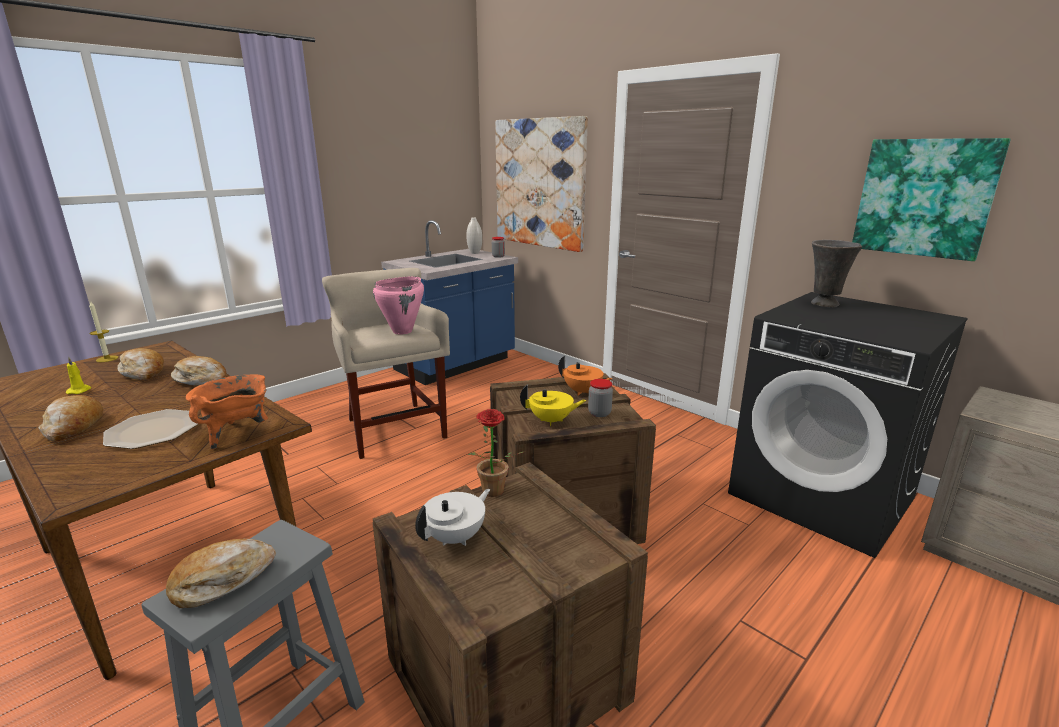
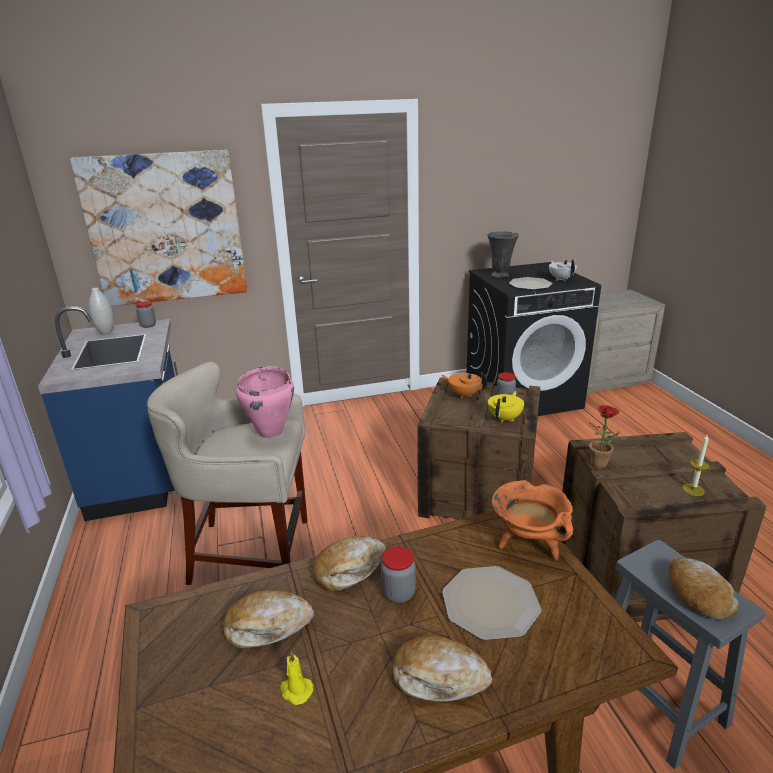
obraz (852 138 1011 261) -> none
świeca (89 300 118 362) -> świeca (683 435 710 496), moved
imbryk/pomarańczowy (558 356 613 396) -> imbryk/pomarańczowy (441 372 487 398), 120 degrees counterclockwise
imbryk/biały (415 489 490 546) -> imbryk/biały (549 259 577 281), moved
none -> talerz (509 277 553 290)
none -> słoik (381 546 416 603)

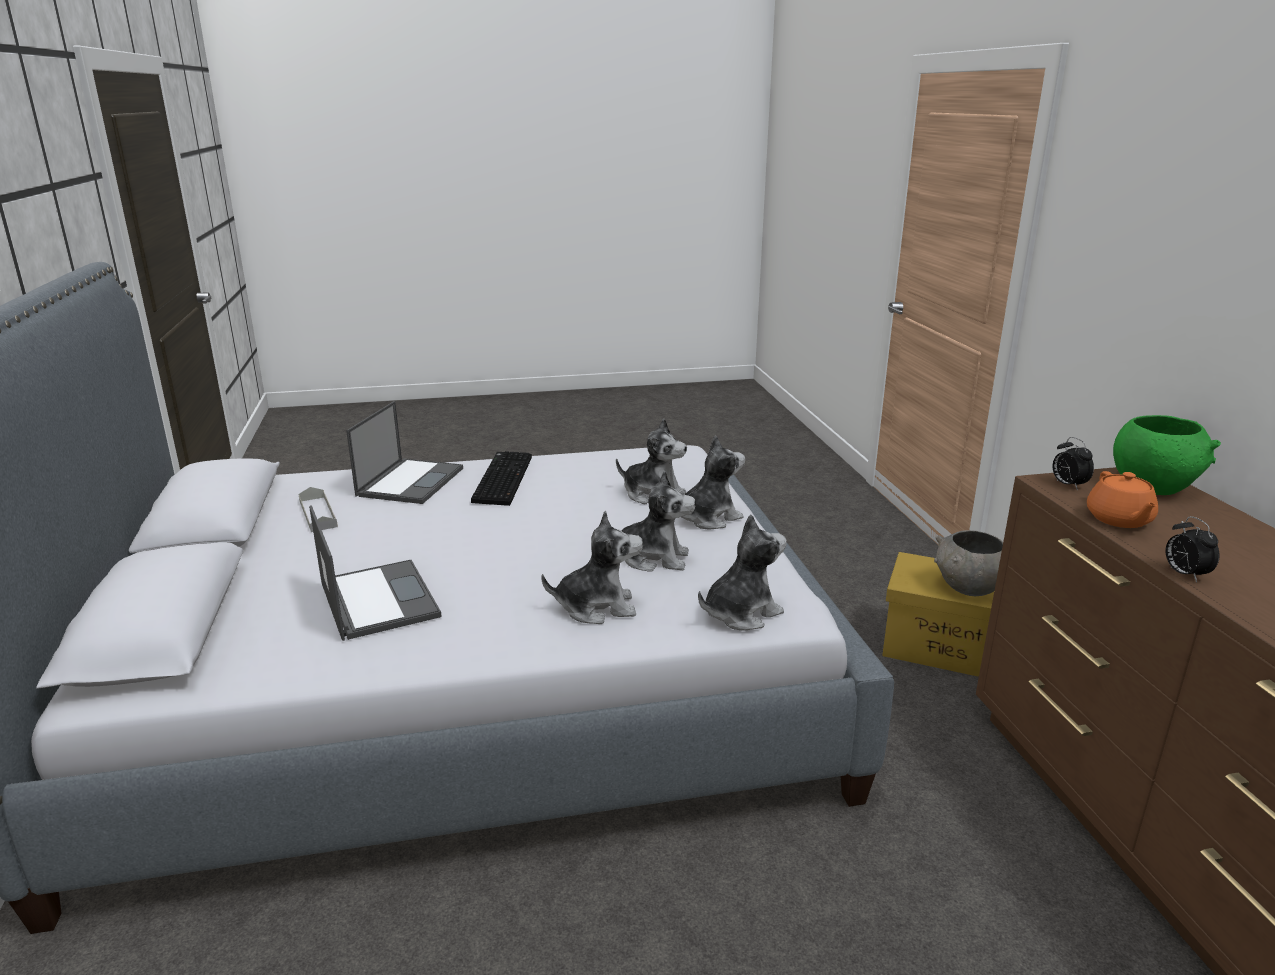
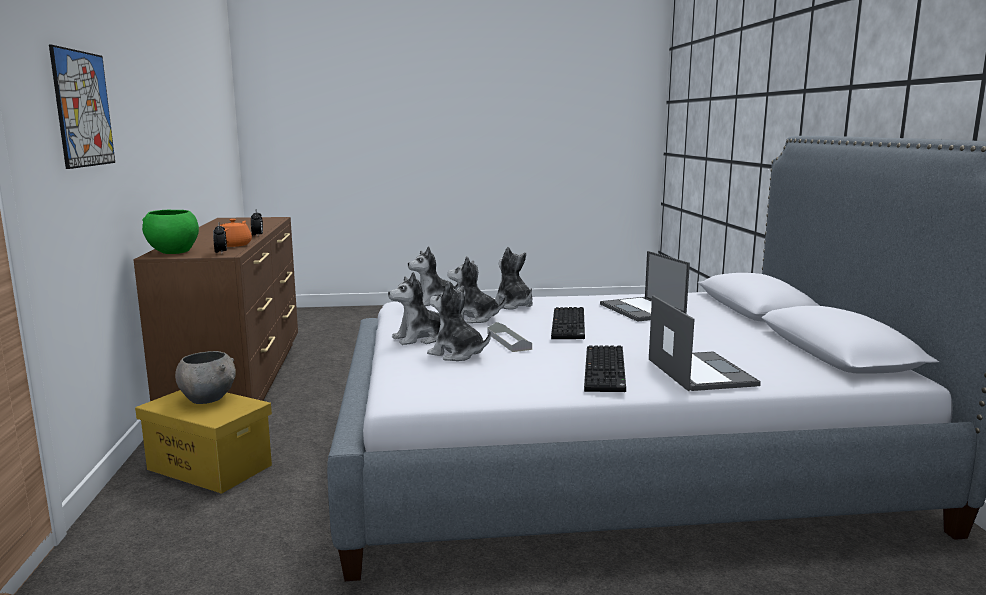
laptop (346 401 463 504) -> laptop (649 295 761 391), 150 degrees clockwise
taca/szary (298 487 338 532) -> taca/szary (487 322 532 352), moved
pluszak (541 511 643 624) -> pluszak (495 247 533 310), 60 degrees clockwise
none -> obraz (49 45 115 169)
none -> klawiatura (551 307 585 339)

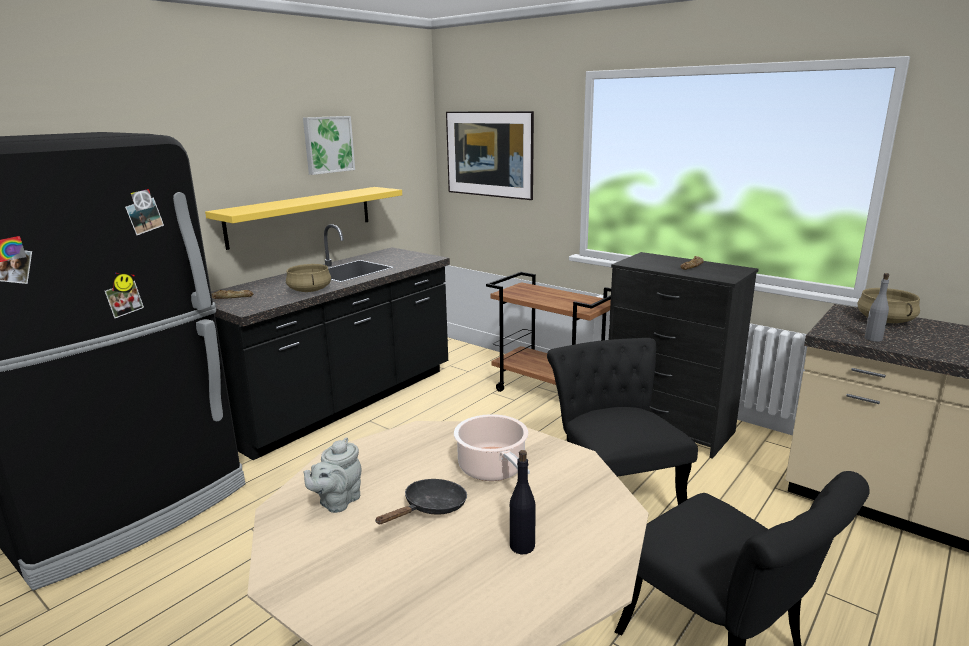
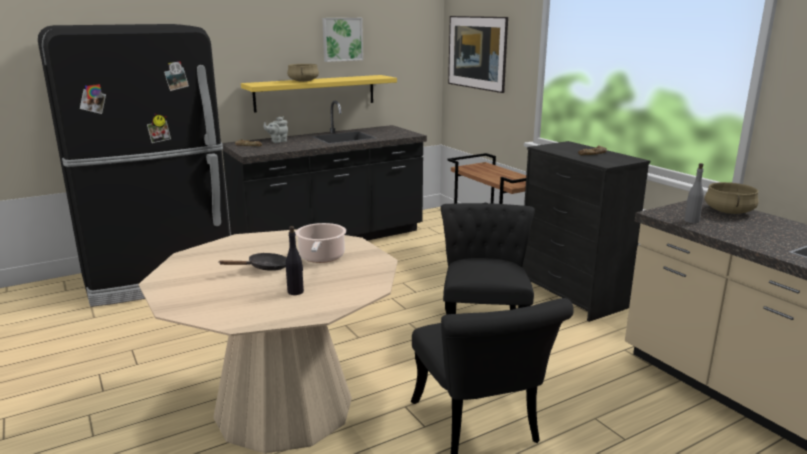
garnek/beżowy (286 264 331 292) -> garnek/beżowy (287 64 319 82), moved
imbryk/szary (303 437 361 513) -> imbryk/szary (264 117 288 143), moved

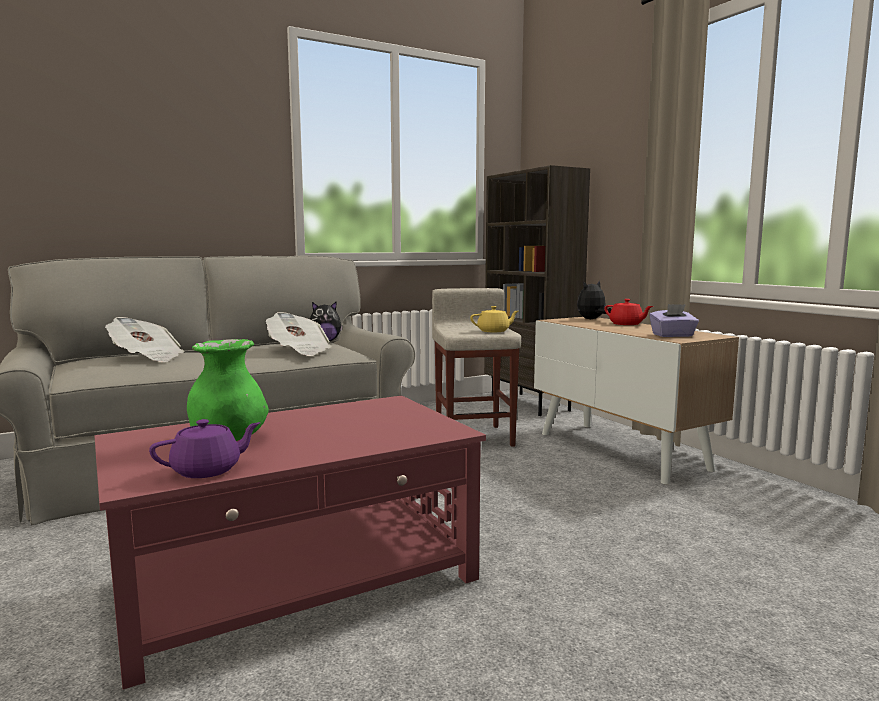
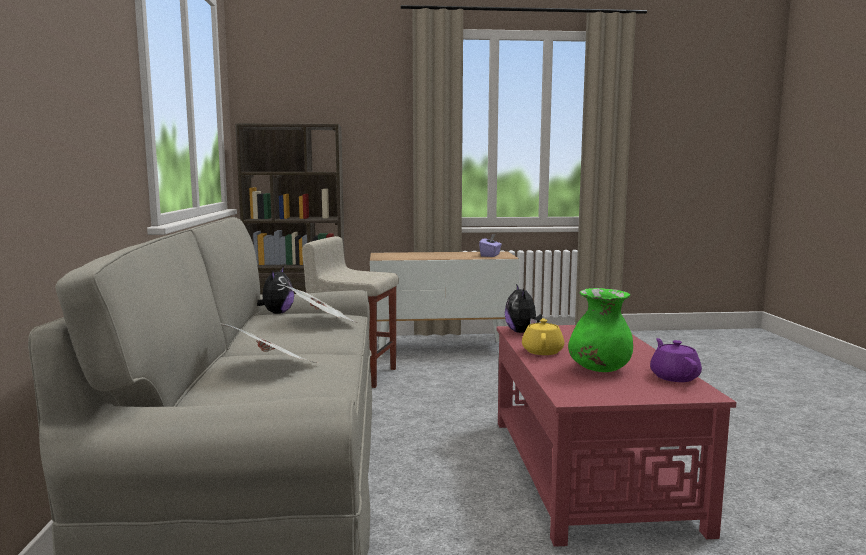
pluszak (577 281 612 319) -> pluszak (505 284 542 333), moved
imbryk/czerwony (605 299 653 325) -> none
imbryk/żółty (470 306 518 332) -> imbryk/żółty (522 318 564 355), moved

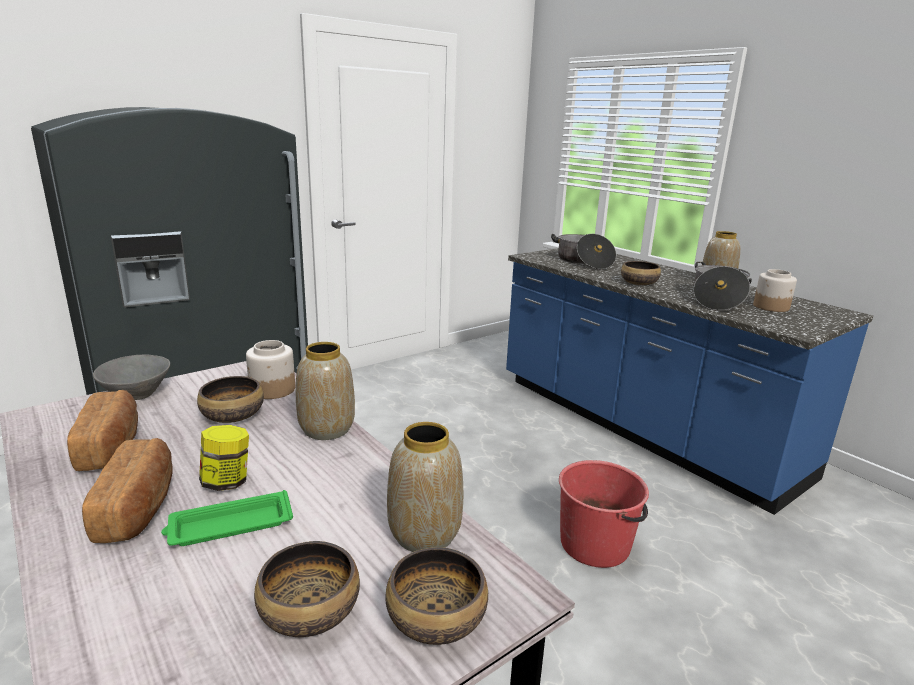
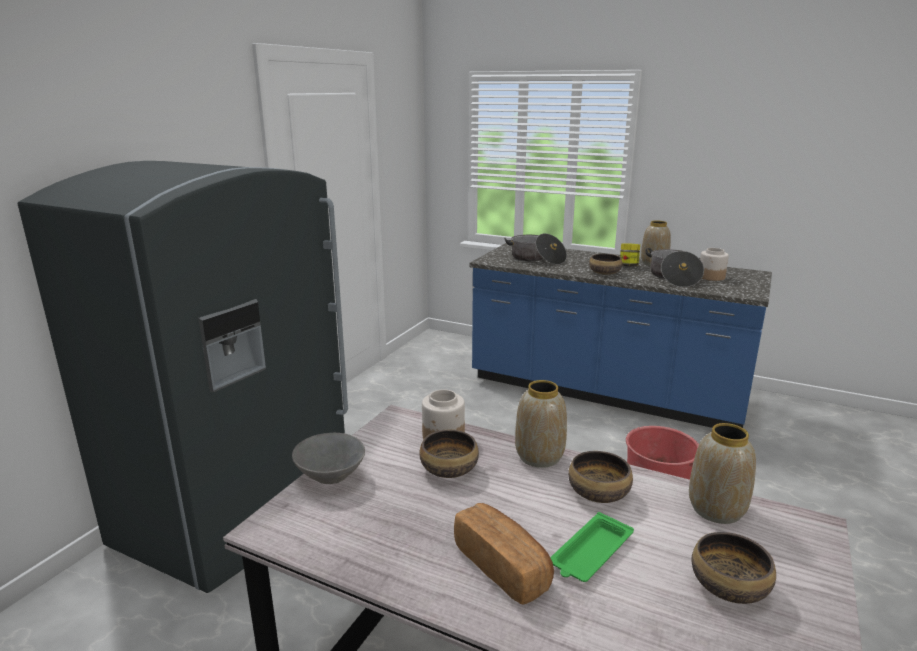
chleb (67 390 138 471) -> none
słoik (199 425 249 491) -> słoik (620 243 640 266), moved
miska (385 547 488 645) -> miska (568 451 633 503), moved

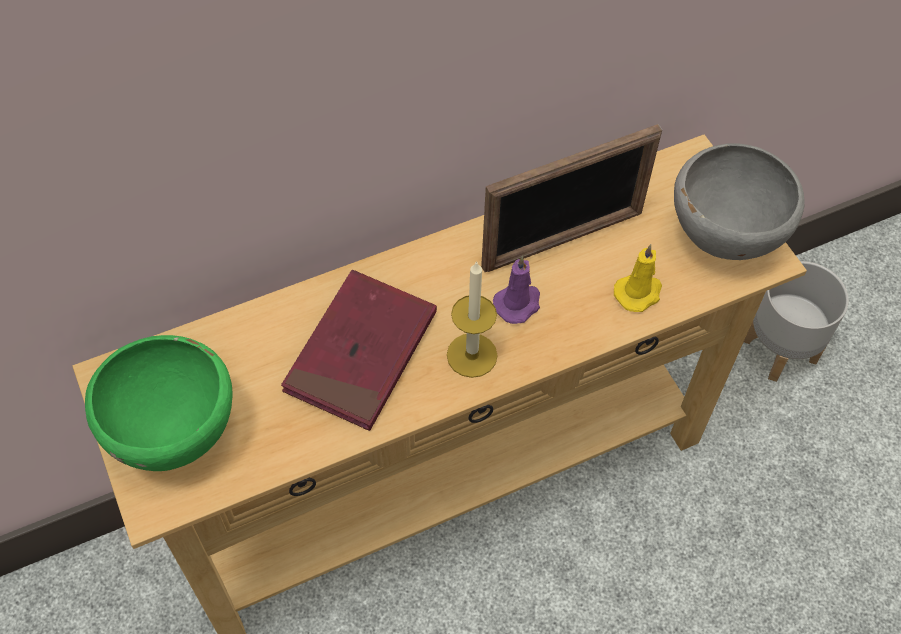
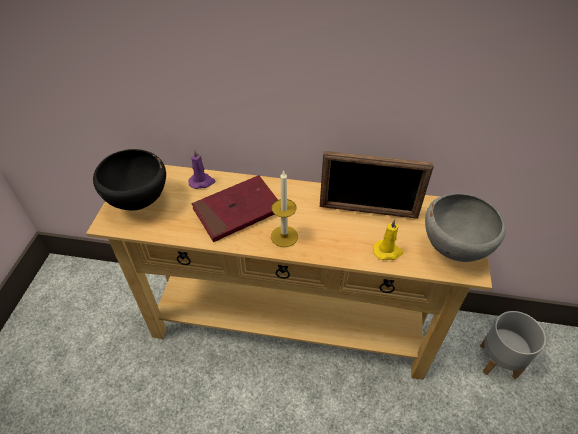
świeca/fioletowy (493 256 540 324) -> świeca/fioletowy (188 149 215 189), moved
miska/zielony (85 335 232 471) -> miska/czarny (93 149 166 210)

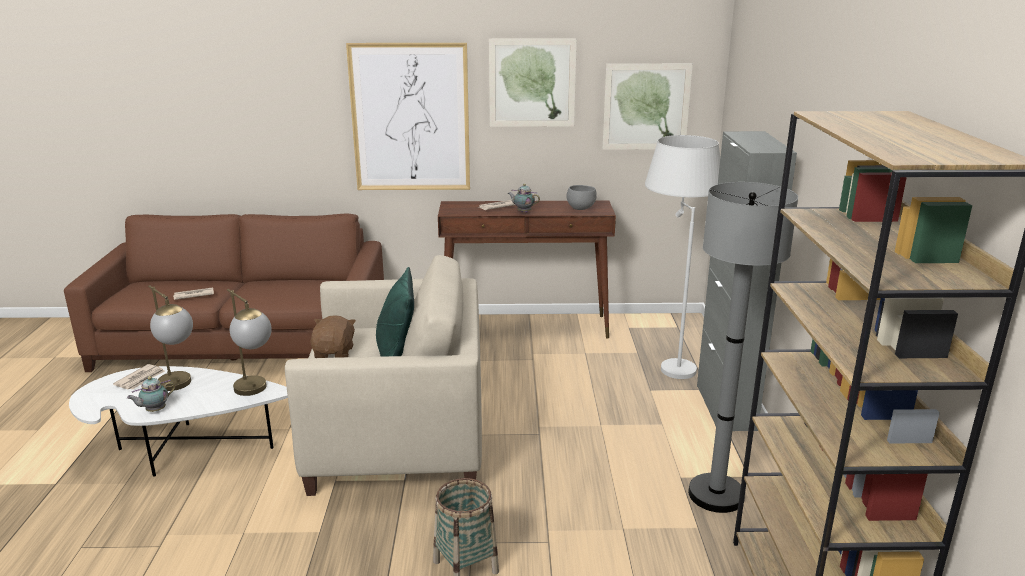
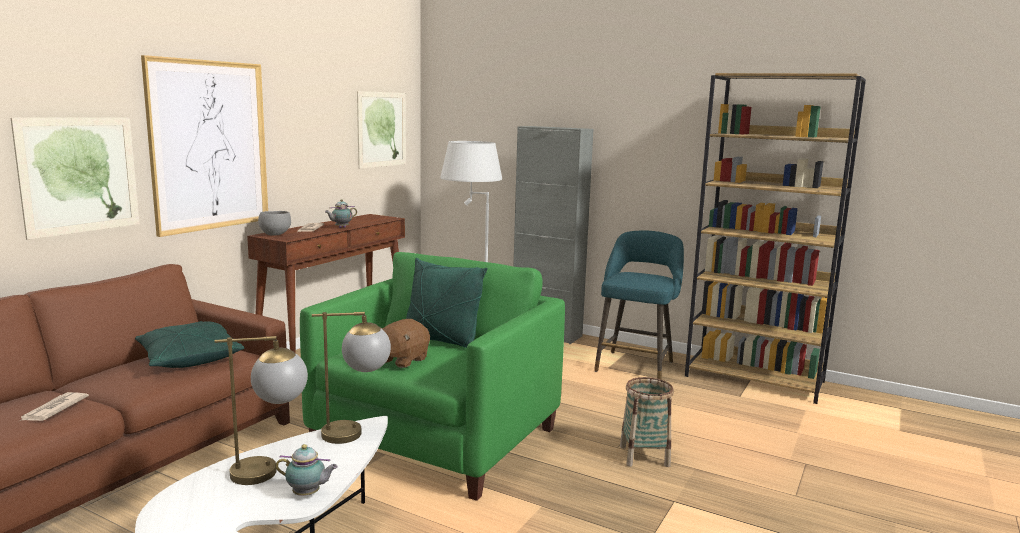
obraz (489 38 577 127) -> obraz (11 117 139 240), moved
lampa stojąca/szary (688 182 798 513) -> stołek/turkusowy (594 230 684 379)
miska/szary (567 185 597 210) -> miska/szary (258 211 291 236), moved
fotel/beżowy (285 255 482 496) -> fotel/zielony (300 252 565 501)
pluszak/brązowy (310 315 356 358) -> pluszak/brązowy (380 319 430 368), 90 degrees counterclockwise
gazeta (113 364 165 390) -> none
imbryk (127 376 175 412) -> imbryk (275 444 338 496), 75 degrees counterclockwise
none -> poduszka/zielony (135 321 244 368)

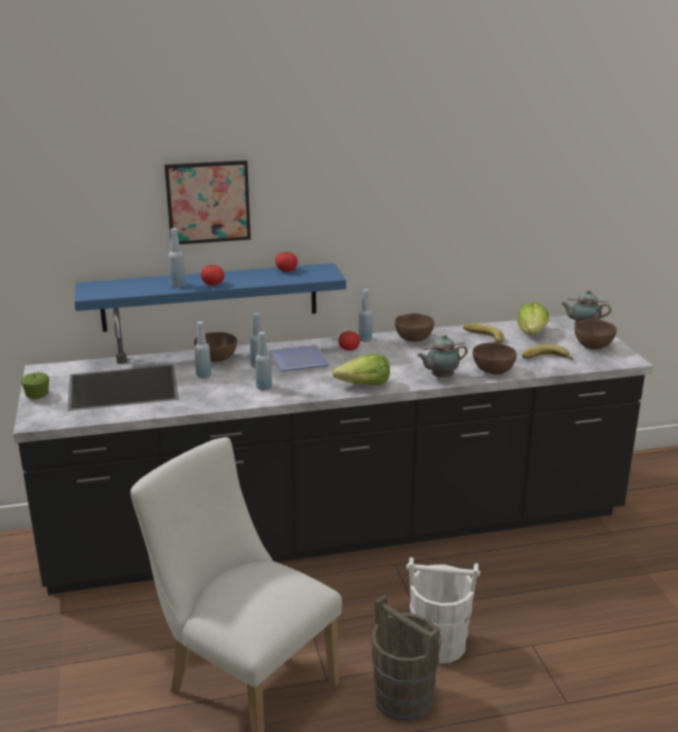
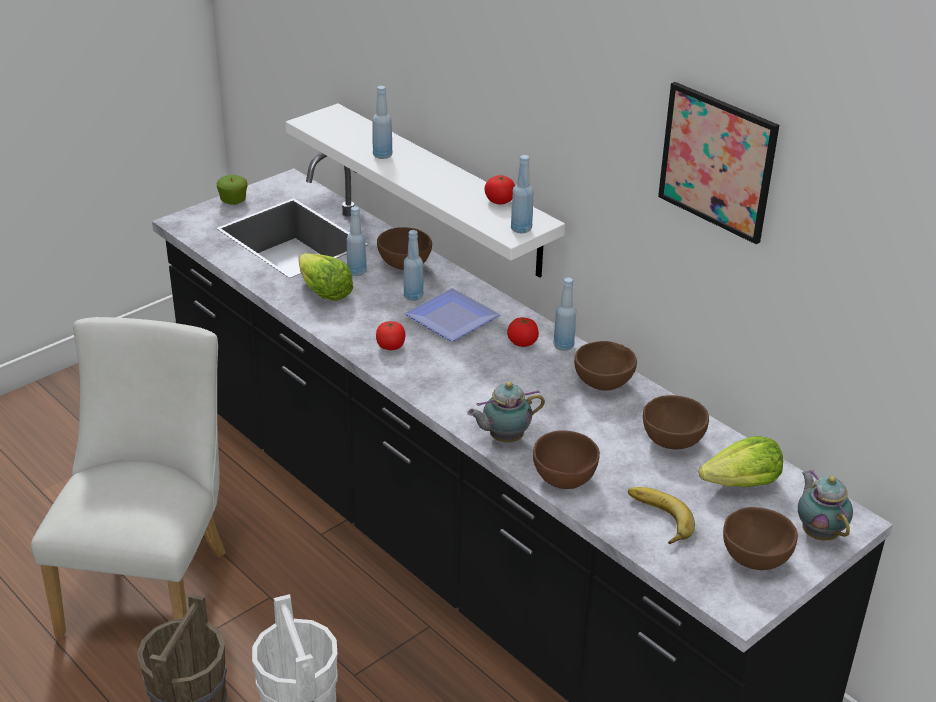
obraz (164 160 251 244) -> obraz (658 82 779 244), moved
półka/niebieski (74 263 346 332) -> półka/biały (286 103 565 278)
pomidor (201 265 225 285) -> pomidor (376 321 405 350), moved
banan (463 324 504 344) -> miska/brązowy (643 395 709 449)
butelka/niebieski (255 332 272 390) -> butelka/niebieski (511 155 534 234), moved
imbryk (417 334 468 378) -> imbryk (467 382 545 443), 60 degrees counterclockwise
sałata (332 354 390 385) -> sałata (299 253 353 301), moved

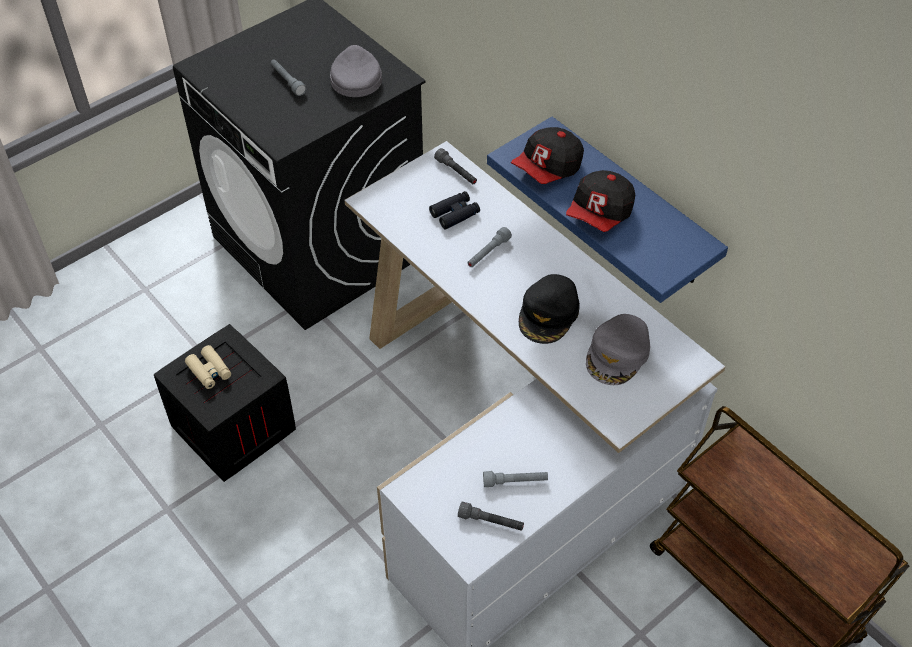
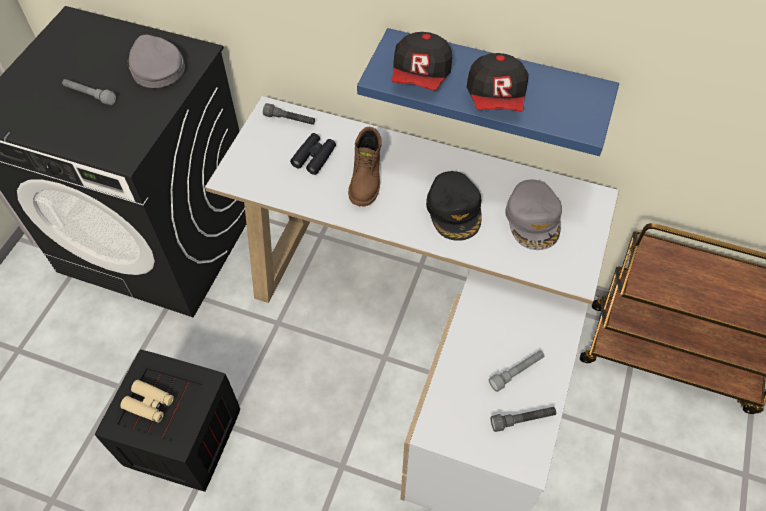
latarka/szary (467 227 512 267) -> but z cholewką/brązowy (348 127 382 207)

